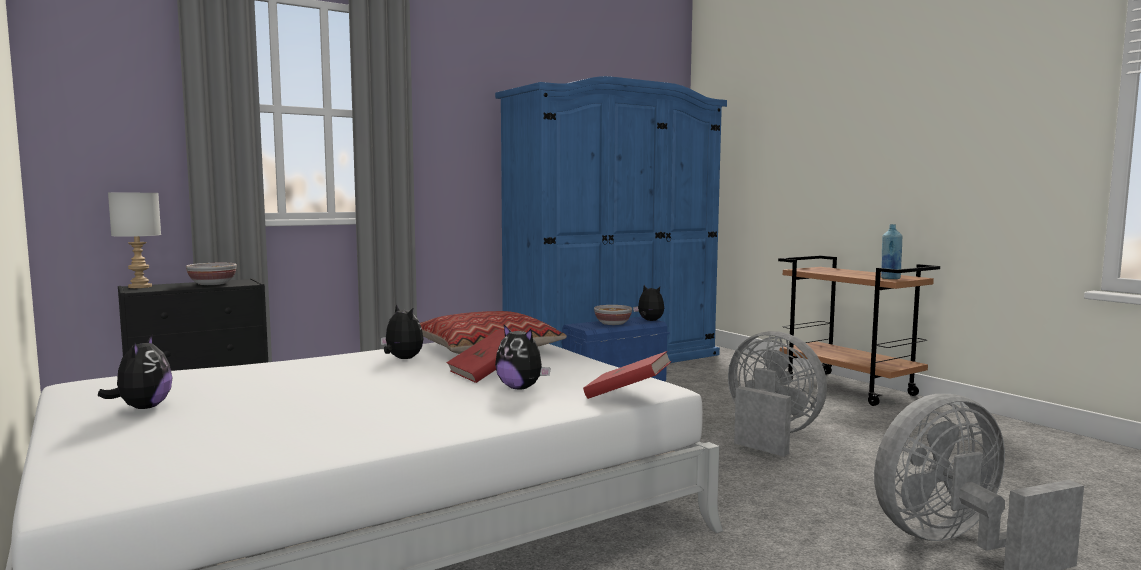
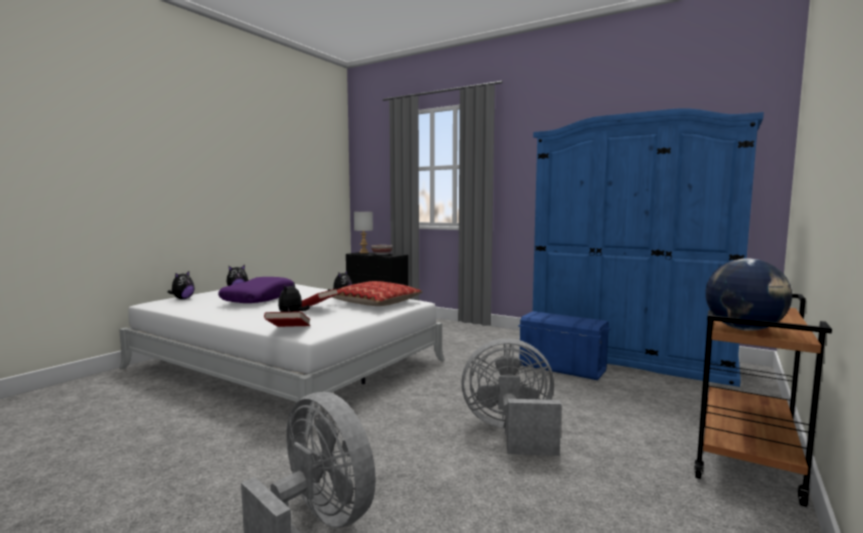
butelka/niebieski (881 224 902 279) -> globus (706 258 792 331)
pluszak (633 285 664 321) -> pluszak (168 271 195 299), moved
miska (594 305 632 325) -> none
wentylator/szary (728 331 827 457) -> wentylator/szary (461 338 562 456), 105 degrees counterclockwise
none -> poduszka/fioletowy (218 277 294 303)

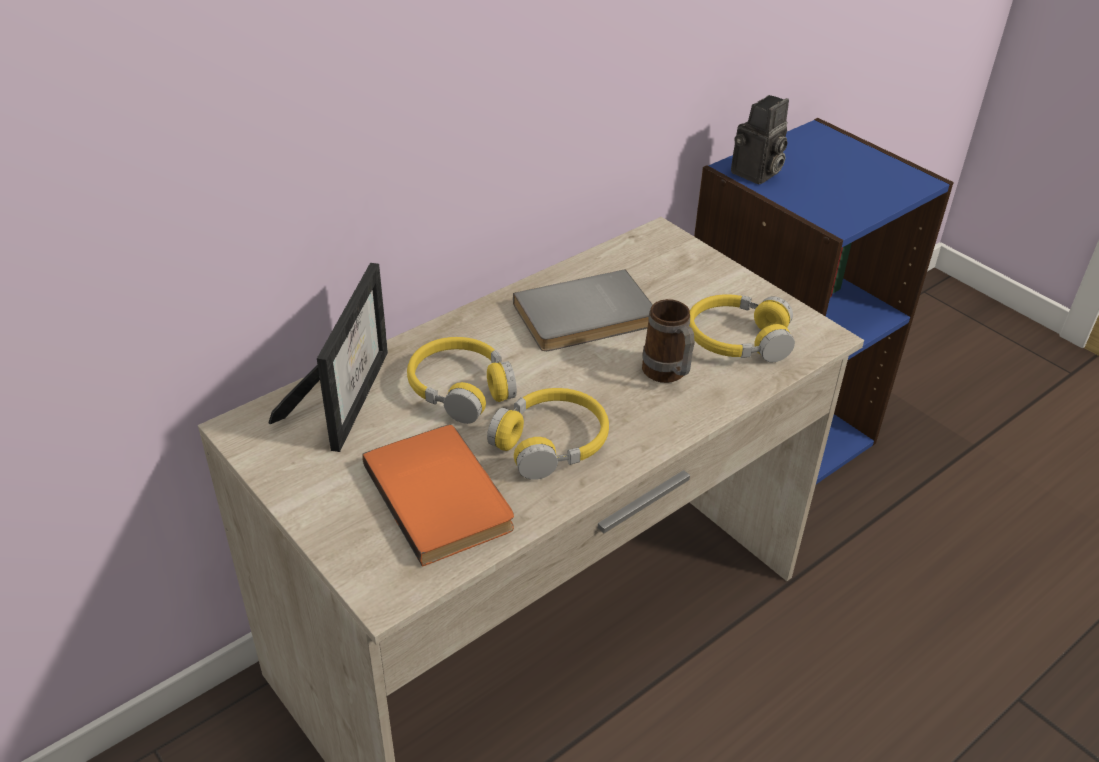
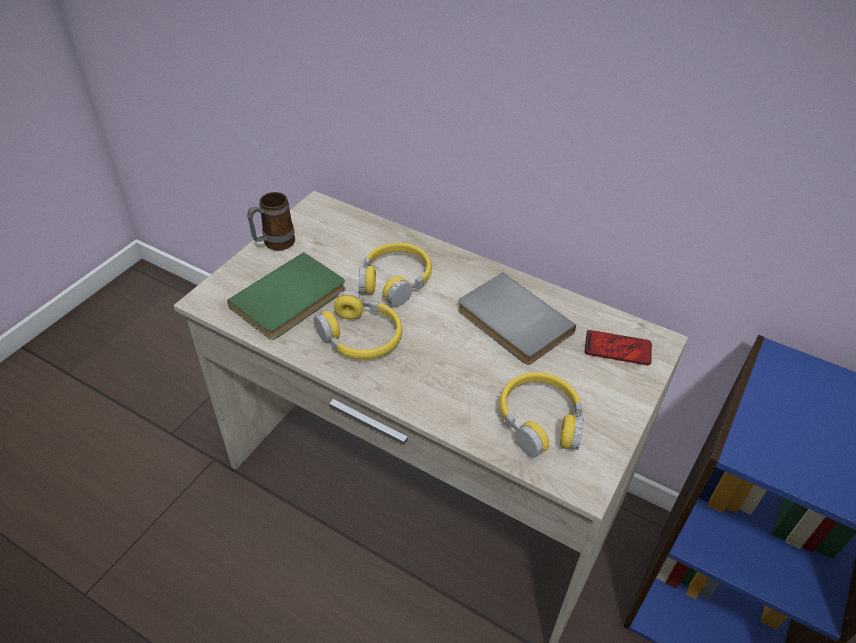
aparat fotograficzny (731 95 789 184) -> none
ramka na zdjęcie (269 263 388 452) -> none
kubek (642 299 695 383) -> kubek (247 192 295 251), moved
książka/pomarańczowy (363 425 514 566) -> książka/zielony (227 252 346 340)
none -> telefon (585 330 652 365)

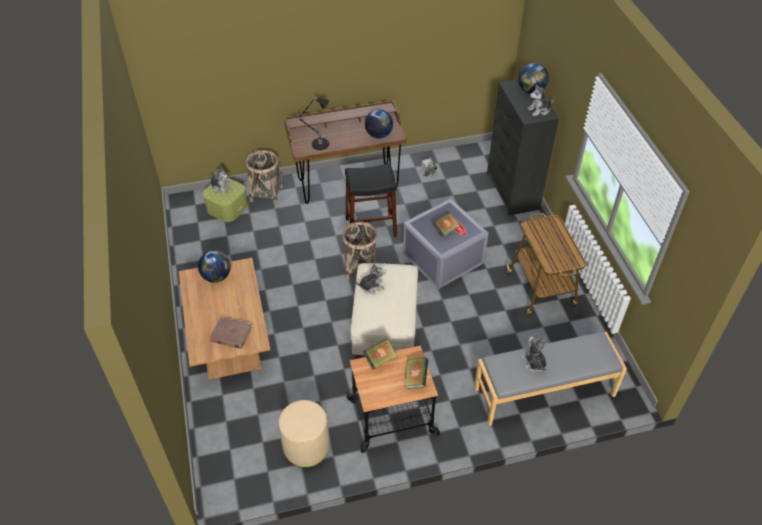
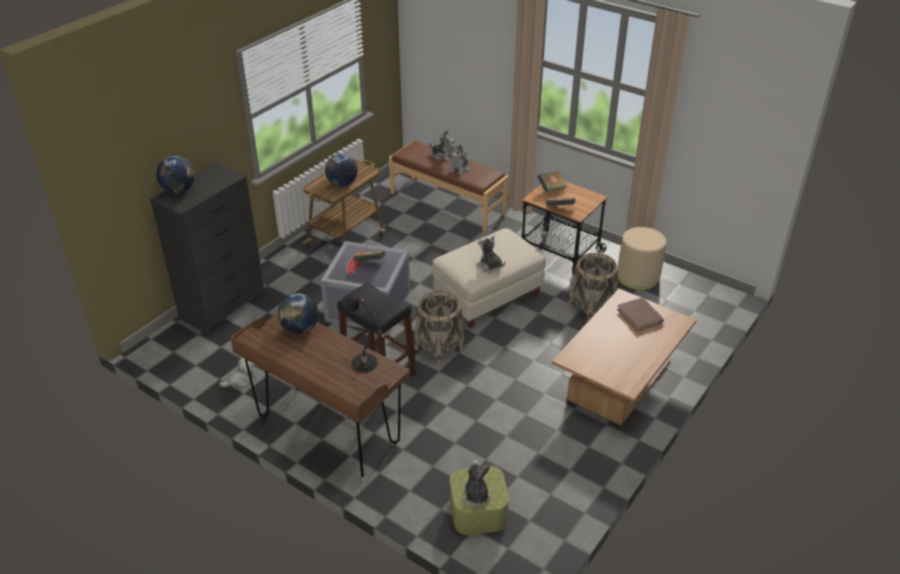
pluszak (527 84 555 116) -> pluszak (429 130 454 161), moved
koszyk (246 150 284 205) -> koszyk (568 253 618 323), moved
globus (198 250 231 283) -> globus (325 154 358 187), moved
ławka/szary (474 332 627 426) -> ławka/brązowy (389 140 509 231)

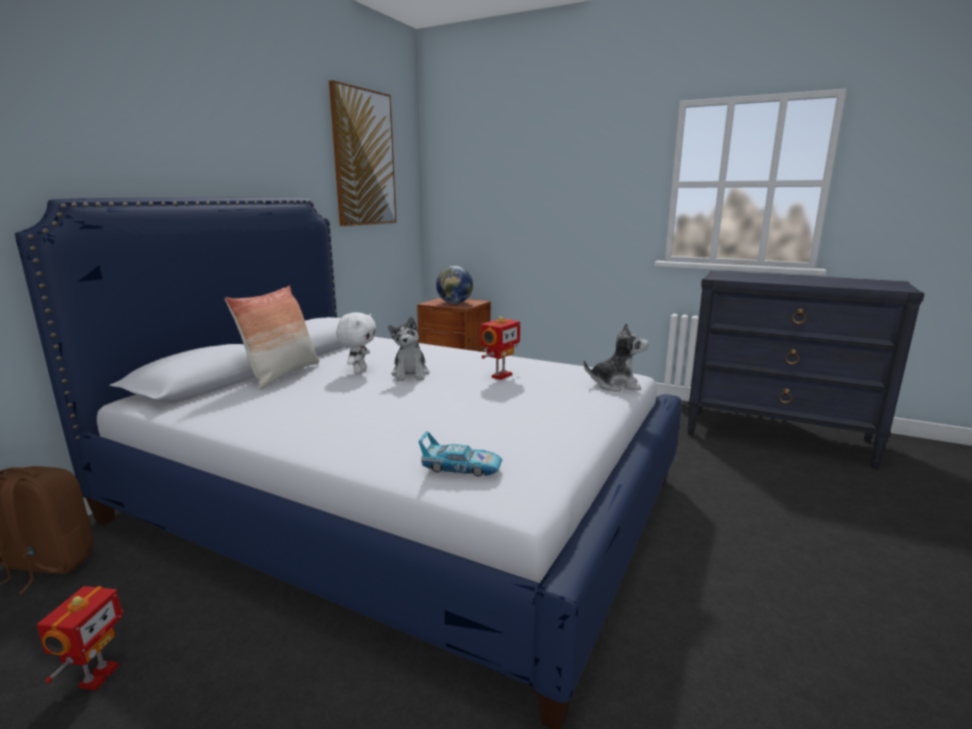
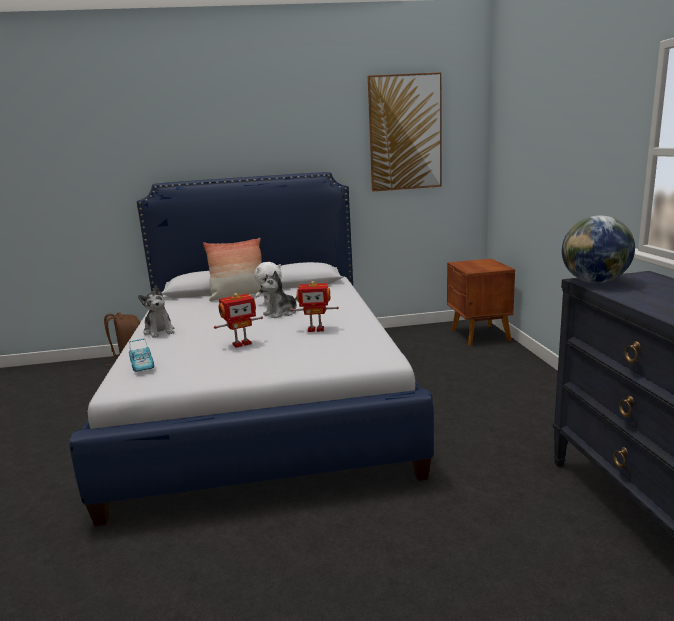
globus (436 266 473 304) -> globus (562 216 635 283), moved
pluszak (584 322 649 392) -> pluszak (138 286 175 338), moved
robot zabawkowy (37 586 124 690) -> robot zabawkowy (214 293 263 348), moved

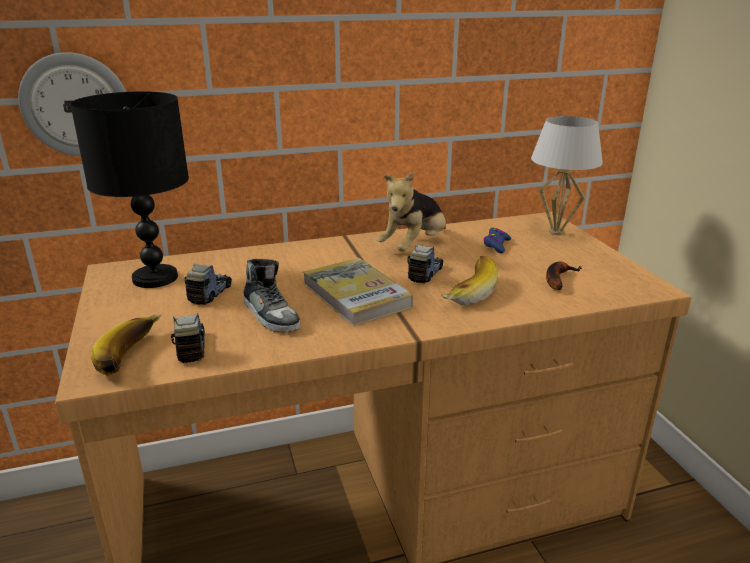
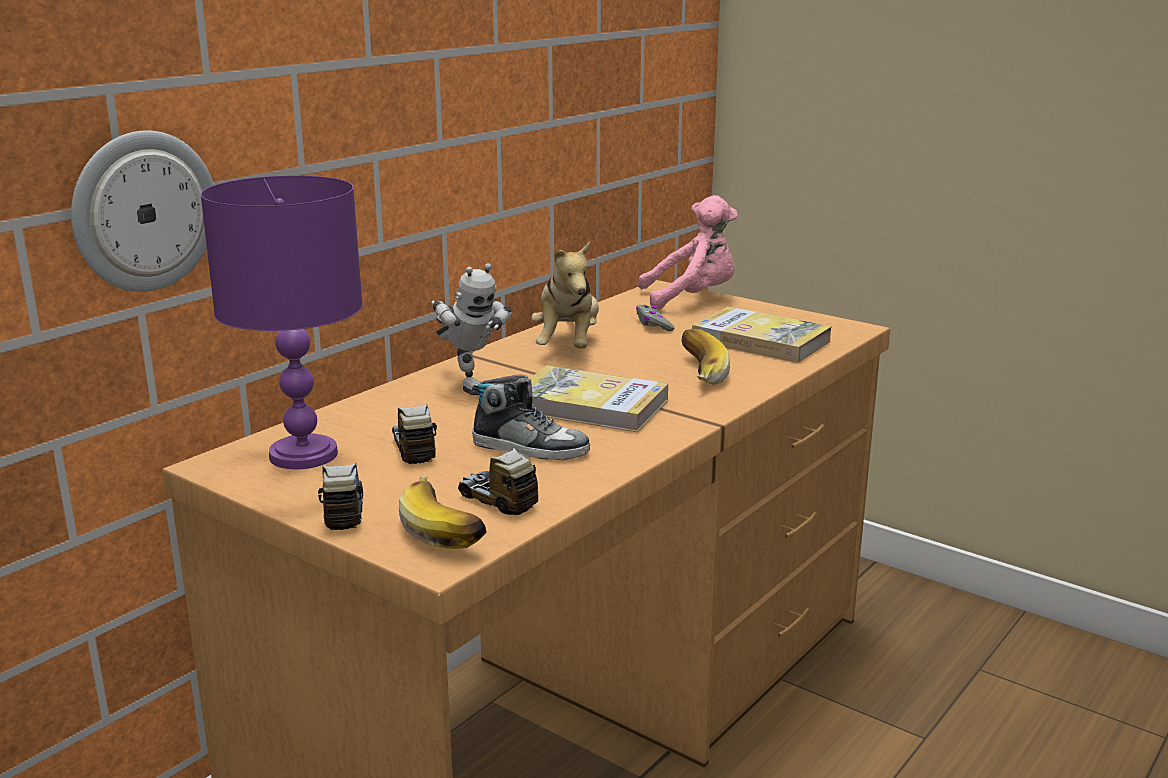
lampa stołowa/czarny (70 91 189 288) -> lampa stołowa/fioletowy (201 175 363 469)
lampa stołowa/biały (531 116 603 235) -> pluszak/różowy (638 195 738 310)
pad do gier/niebieski (484 228 511 253) -> pad do gier/szary (636 305 674 331)
ciężarówka zabawkowa (407 244 443 284) -> ciężarówka zabawkowa (318 463 363 530), moved
banan (546 262 581 290) -> książka (692 307 832 363)
none -> robot zabawkowy (431 263 512 395)

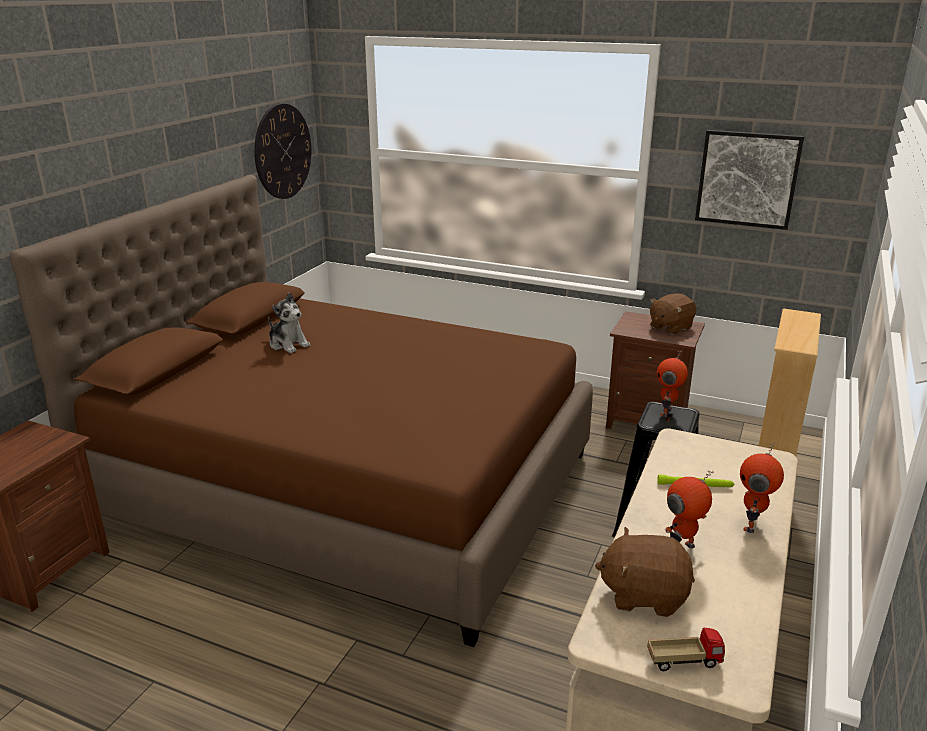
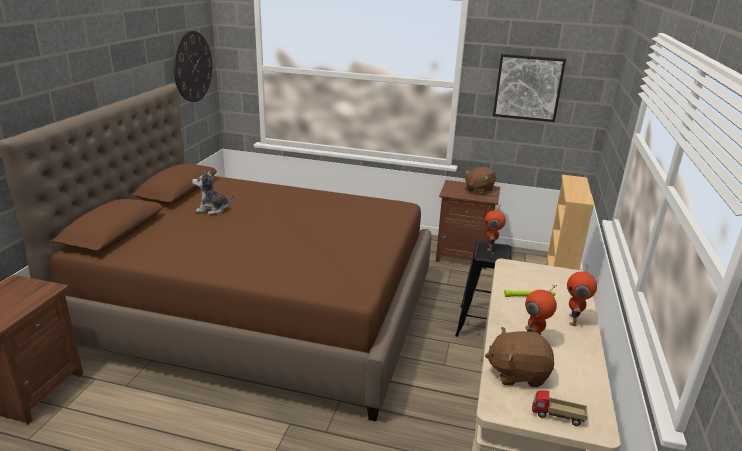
pluszak (268 292 310 353) -> pluszak (192 171 234 215), 150 degrees clockwise
ciężarówka zabawkowa (647 628 725 671) -> ciężarówka zabawkowa (532 390 588 426), 150 degrees counterclockwise

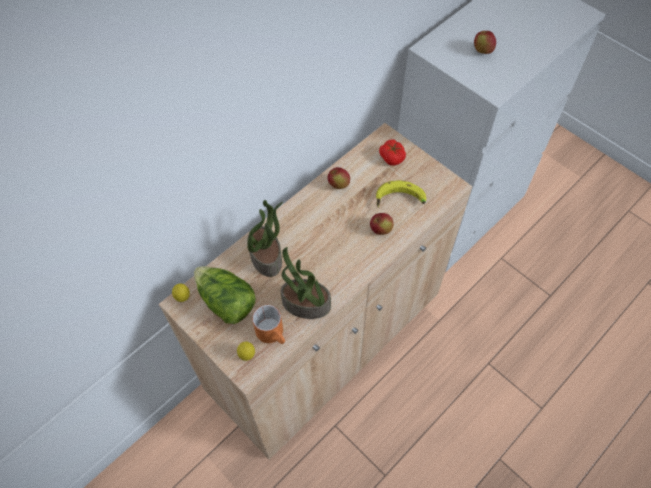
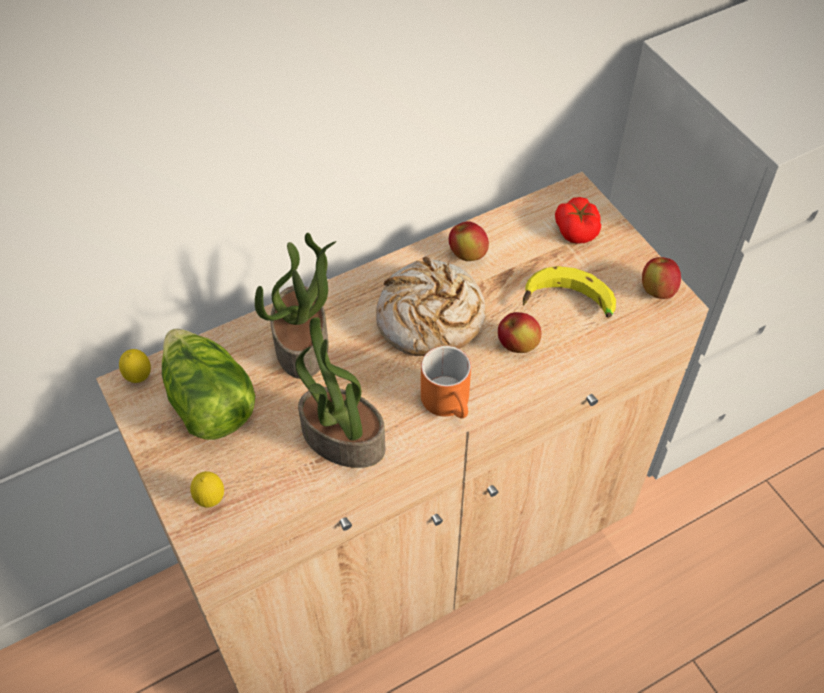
jabłko (474 31 496 54) -> jabłko (642 257 681 299), moved
kubek/pomarańczowy (252 305 285 344) -> kubek/pomarańczowy (421 346 471 419), moved
none -> chleb (376 257 485 356)

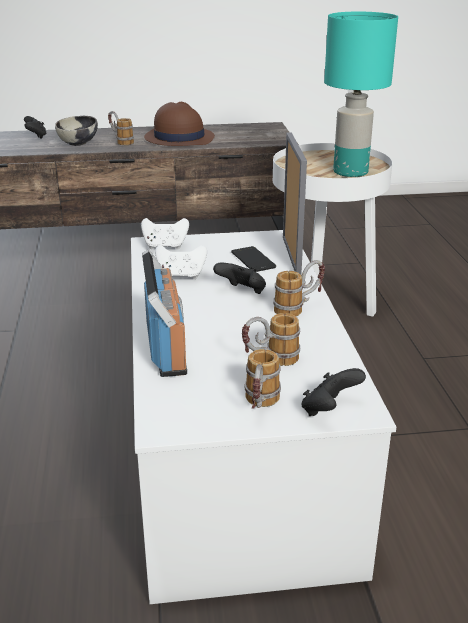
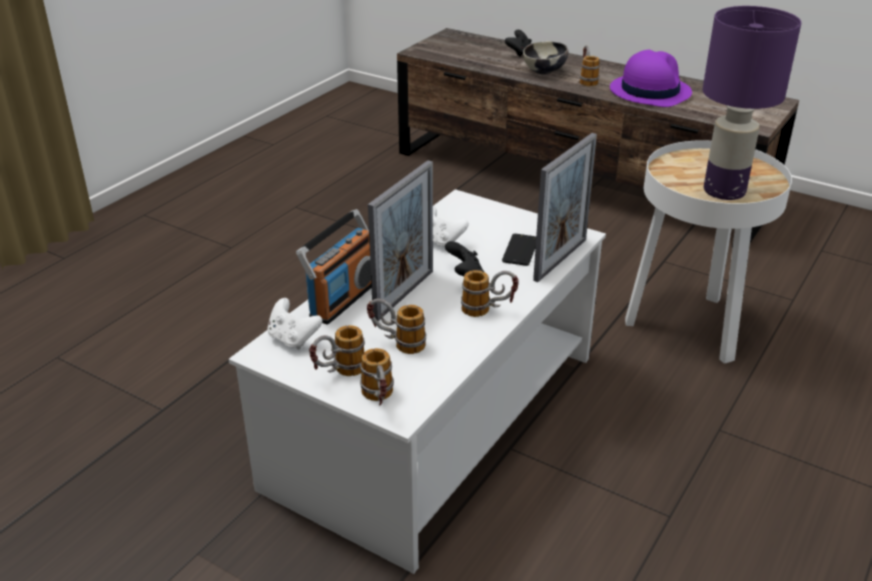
lampa stołowa/turkusowy (324 12 398 177) -> lampa stołowa/fioletowy (702 6 801 200)
kapelusz/brązowy (144 102 215 146) -> kapelusz/fioletowy (610 50 692 107)
pad do gier/biały (141 218 189 250) -> pad do gier/biały (267 298 322 350), moved
pad do gier/czarny (301 368 366 416) -> kubek (360 348 394 405)
none -> ramka na zdjęcie (368 160 433 321)

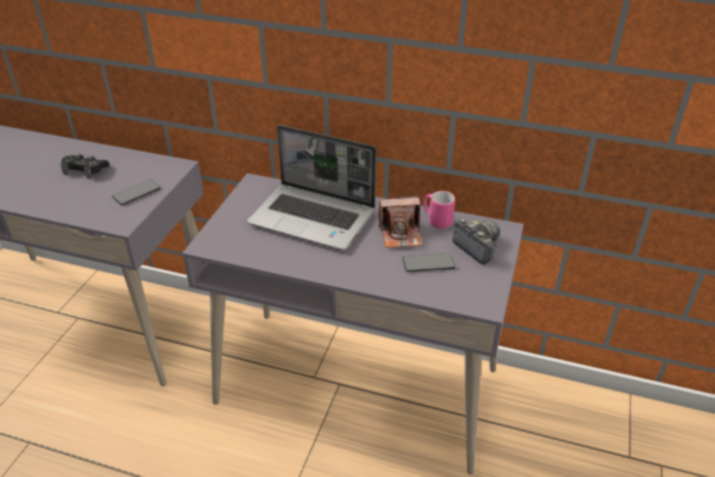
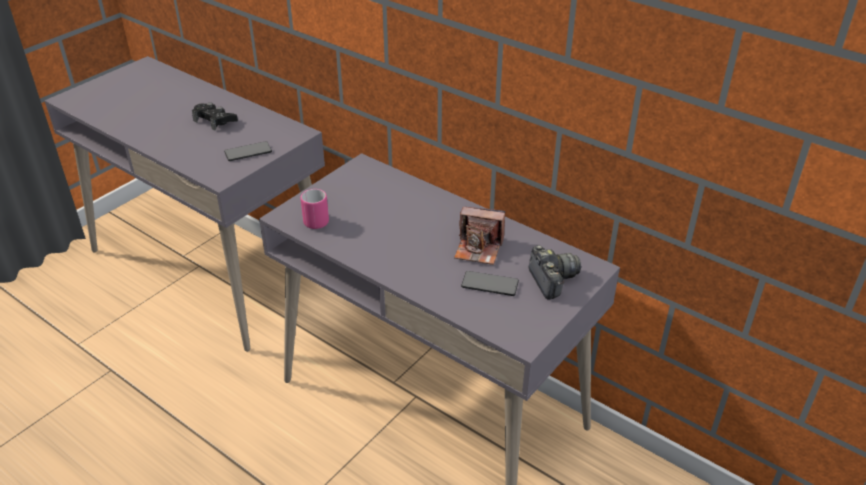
laptop (247 125 376 250) -> none
kubek/różowy (423 191 455 229) -> kubek/różowy (300 189 329 229), moved

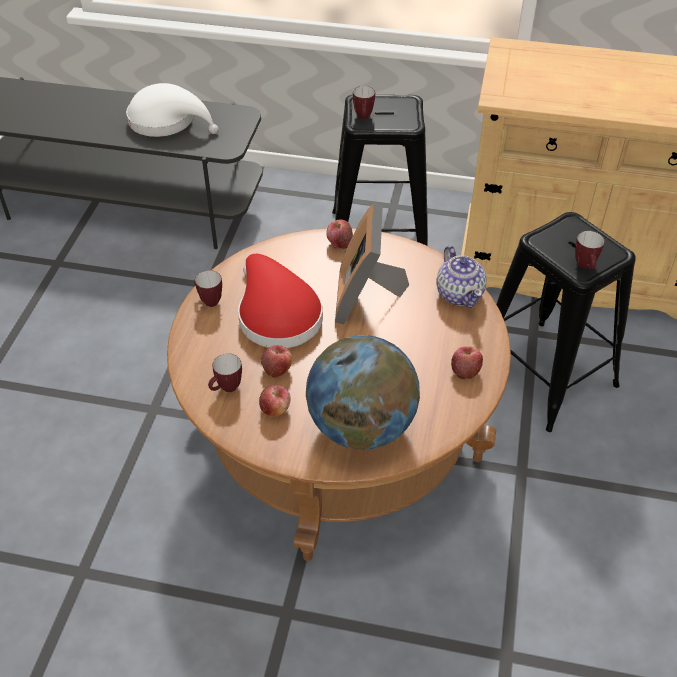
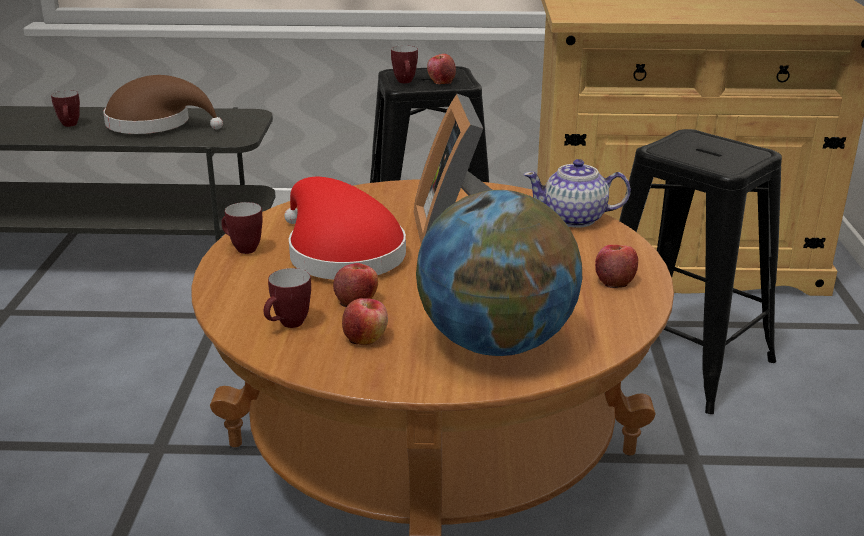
kapelusz/biały (126 83 219 137) -> kapelusz/brązowy (103 75 223 134)
jabłko (326 219 353 249) -> jabłko (427 54 456 84), moved
kubek (575 231 605 270) -> kubek (51 90 80 127), moved
imbryk (436 245 487 308) -> imbryk (523 159 631 228), 120 degrees clockwise

